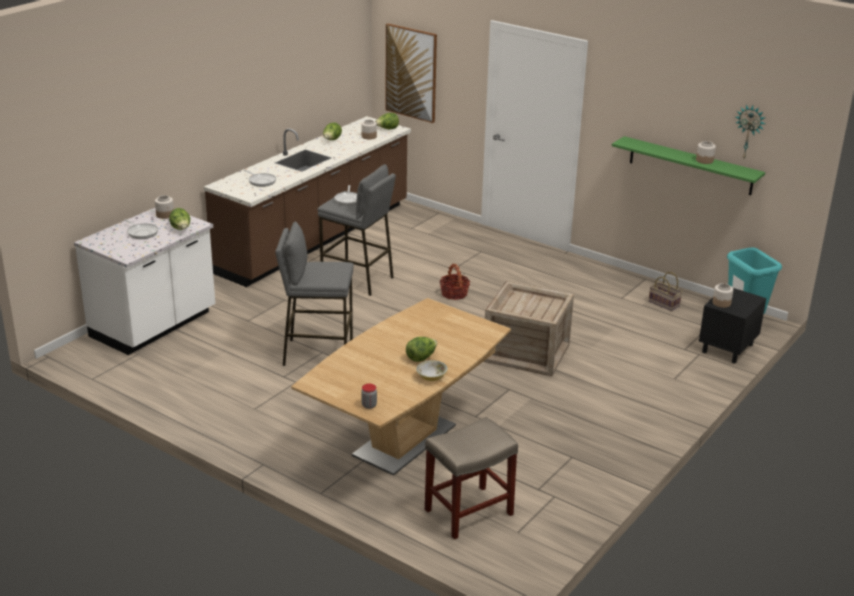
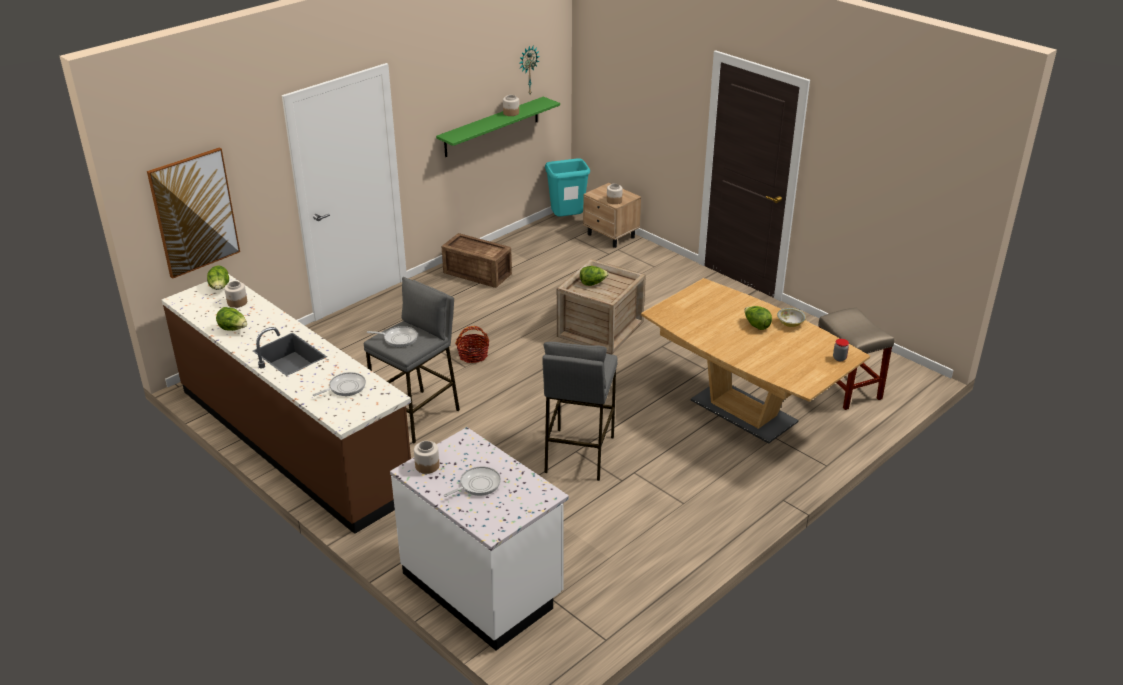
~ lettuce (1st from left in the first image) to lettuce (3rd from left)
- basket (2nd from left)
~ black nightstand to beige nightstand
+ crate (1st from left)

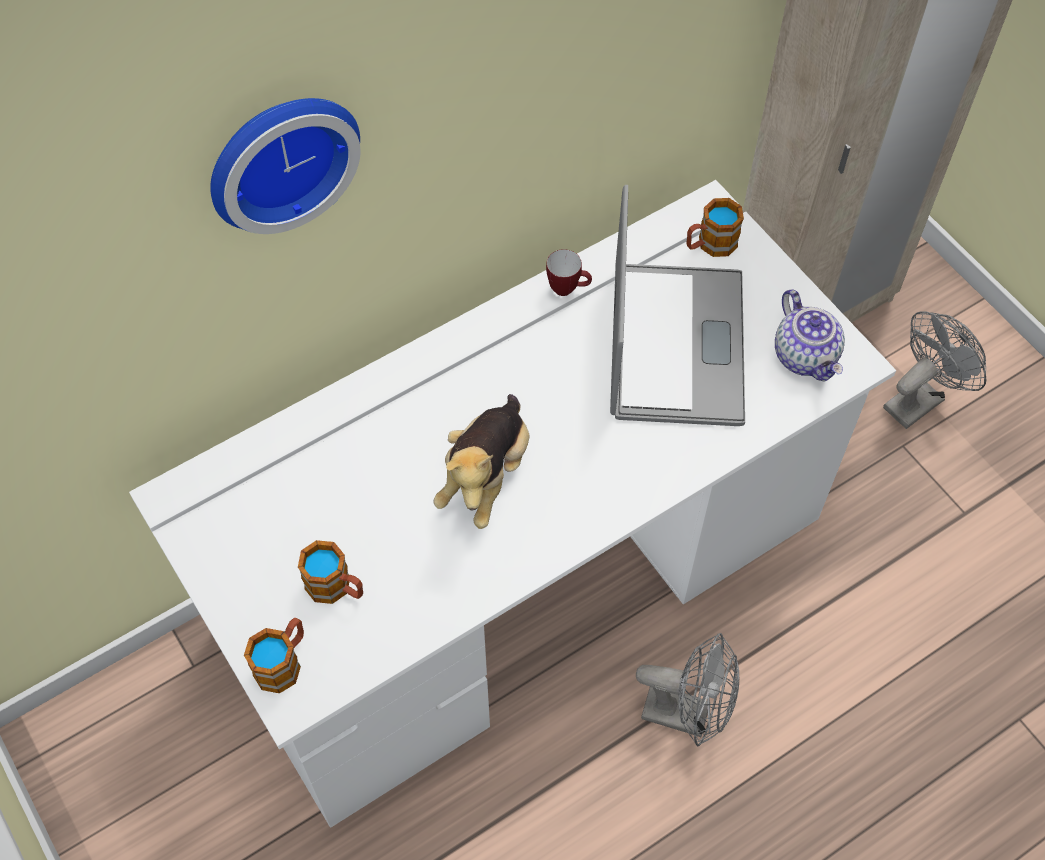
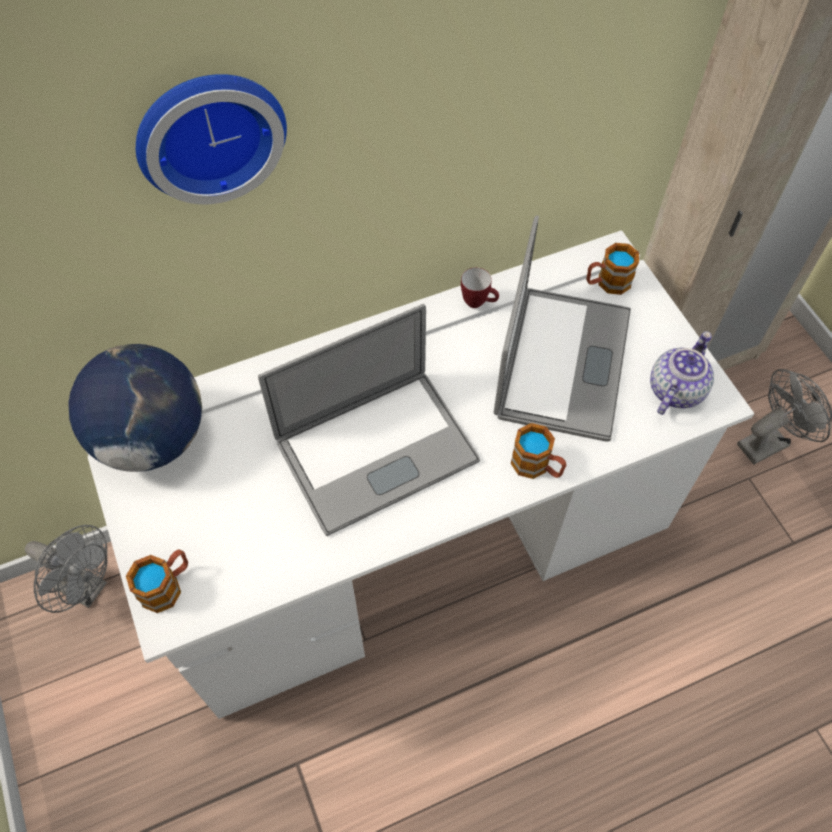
~ teapot 135 degrees counterclockwise
~ plush toy to laptop (1st from left)
~ mug (2nd from left in the first image) to mug (3rd from left)
~ grey fan (1st from left)
+ globe

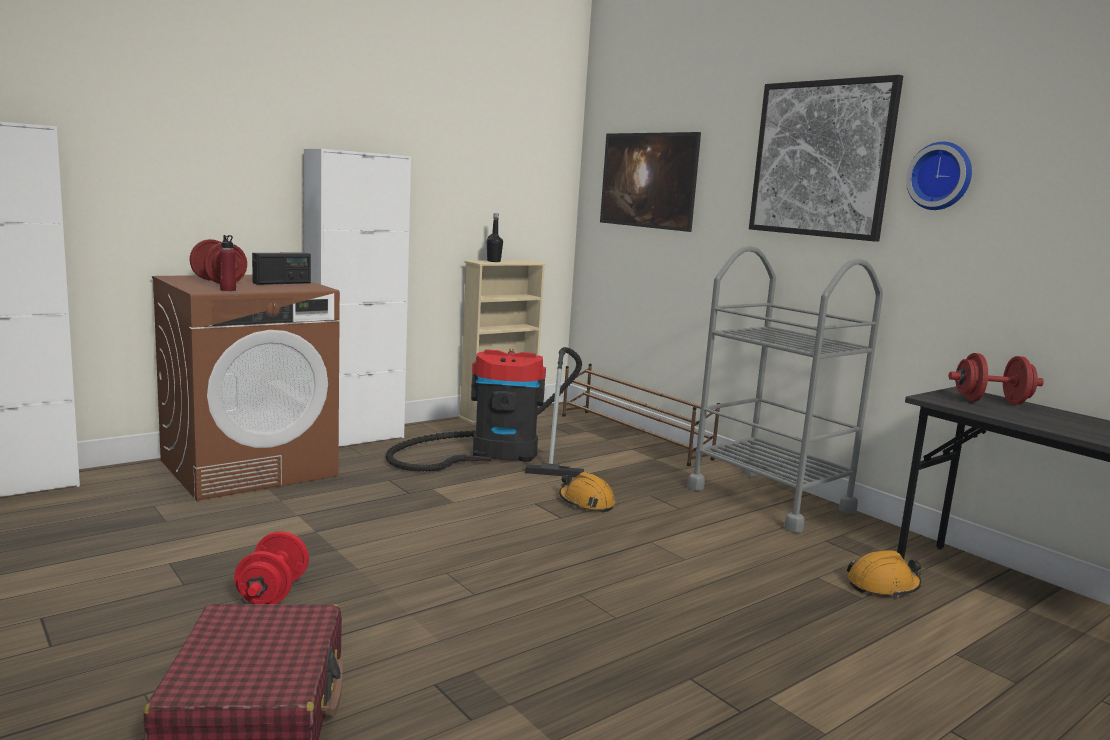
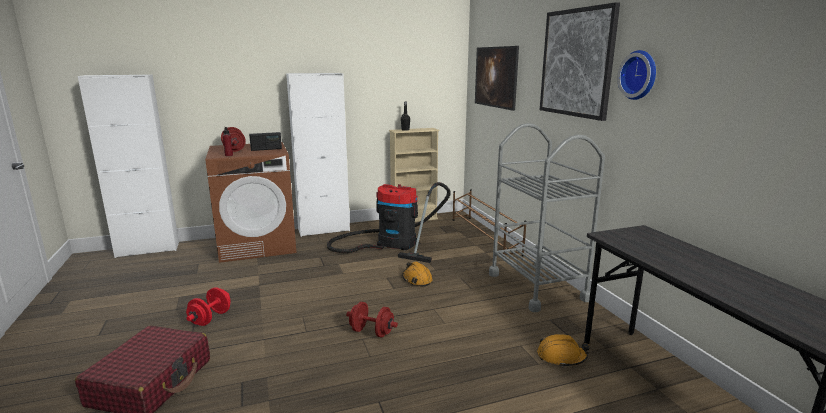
~ red dumbbell (3rd from left)

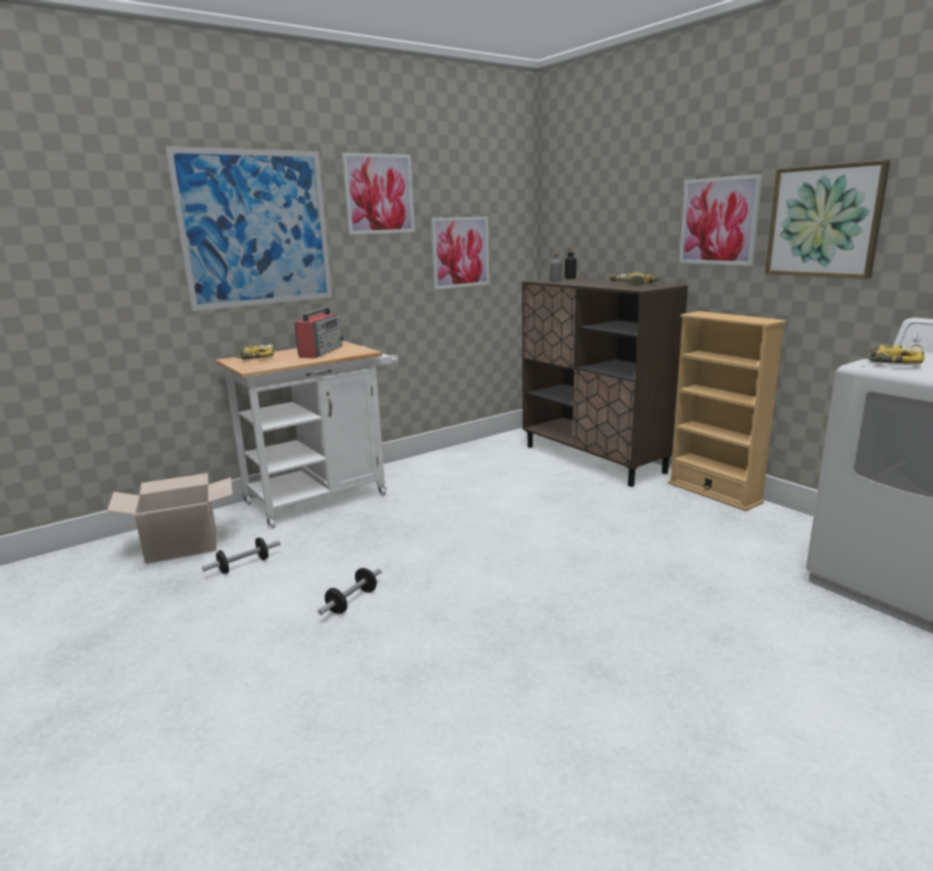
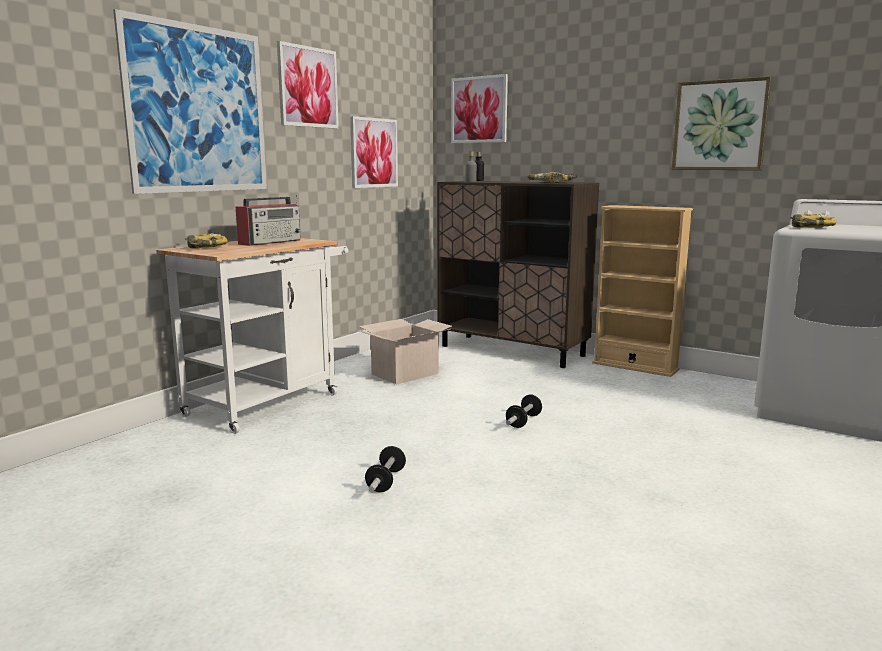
~ picture (4th from left)
~ radio 45 degrees clockwise
~ cardboard box
~ dumbbell (1st from left in the first image) to dumbbell (2nd from left)

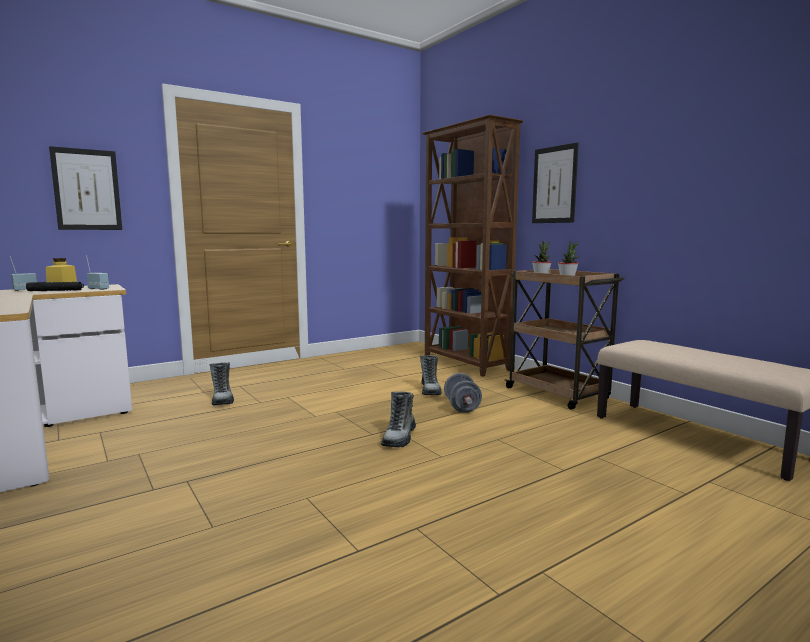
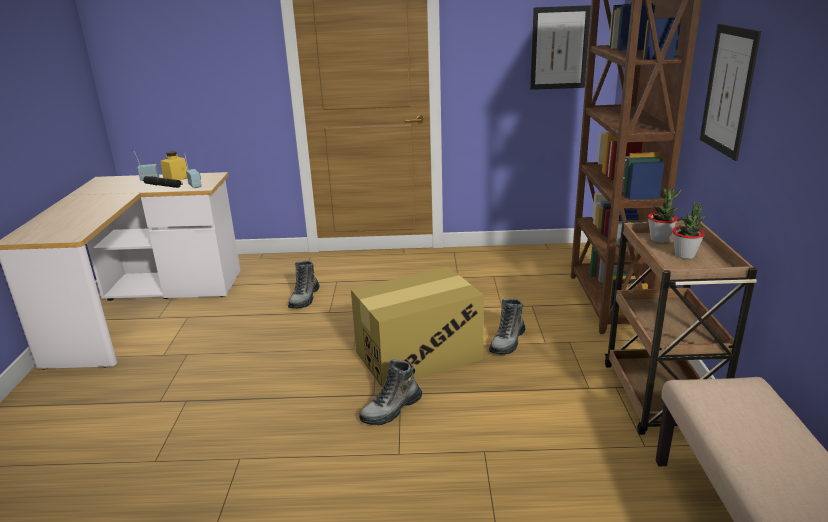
~ picture (1st from left)
- grey dumbbell
+ cardboard box

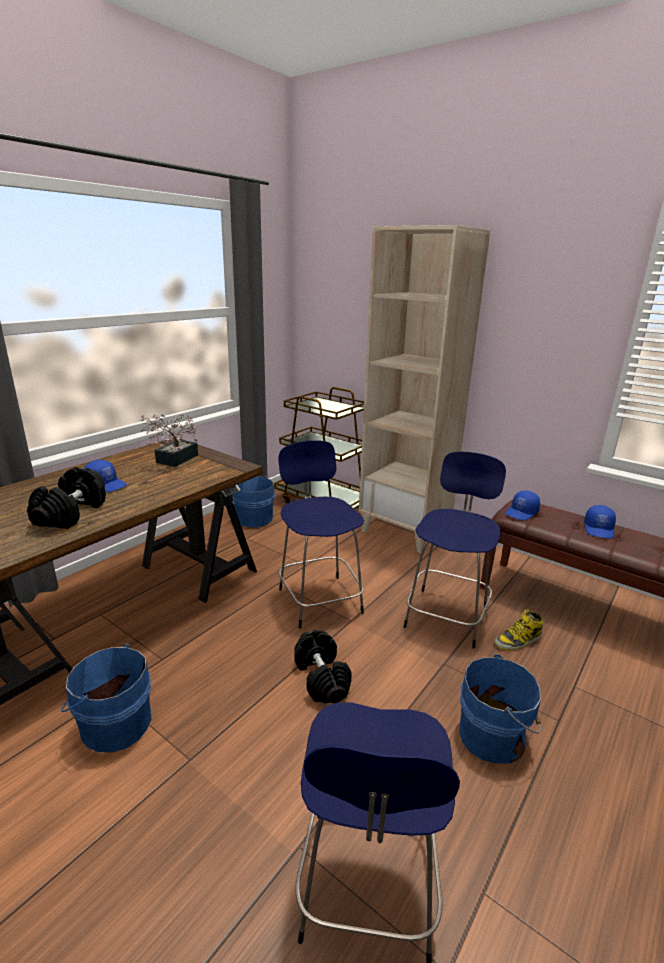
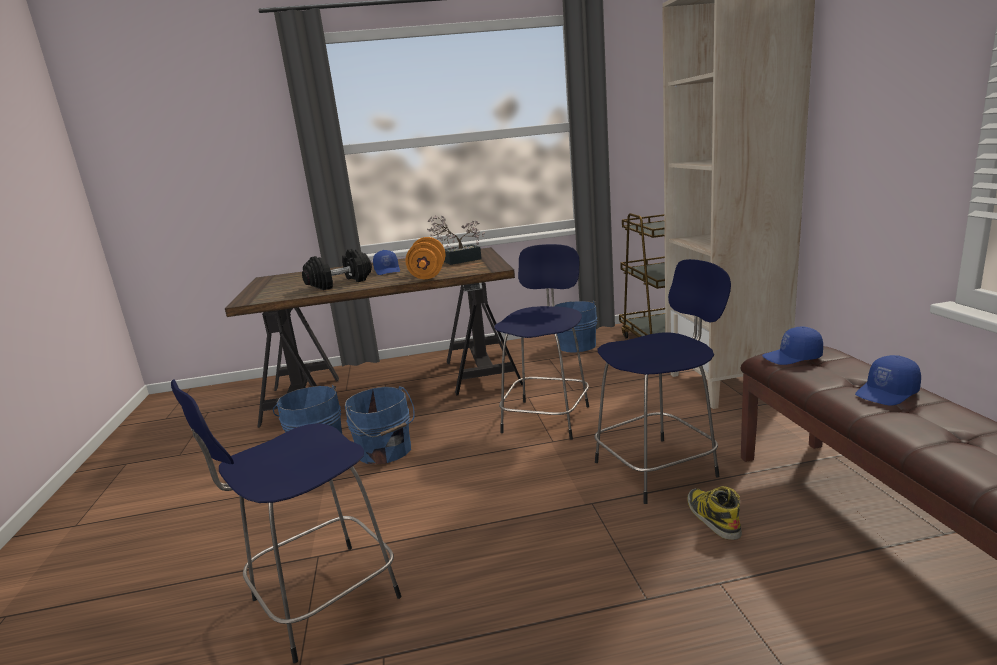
~ boot 60 degrees clockwise
- black dumbbell (2nd from left)
~ blue bucket (3rd from left in the first image) to blue bucket (2nd from left)
+ orange dumbbell

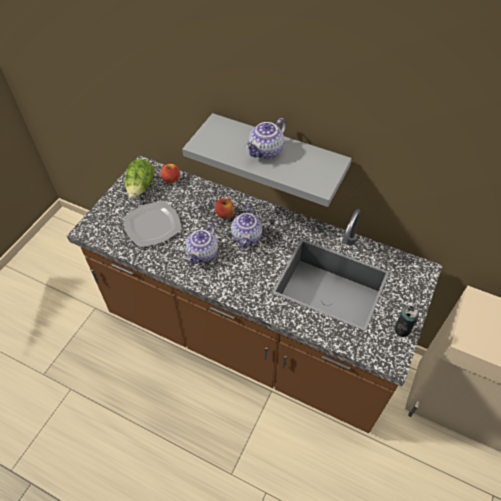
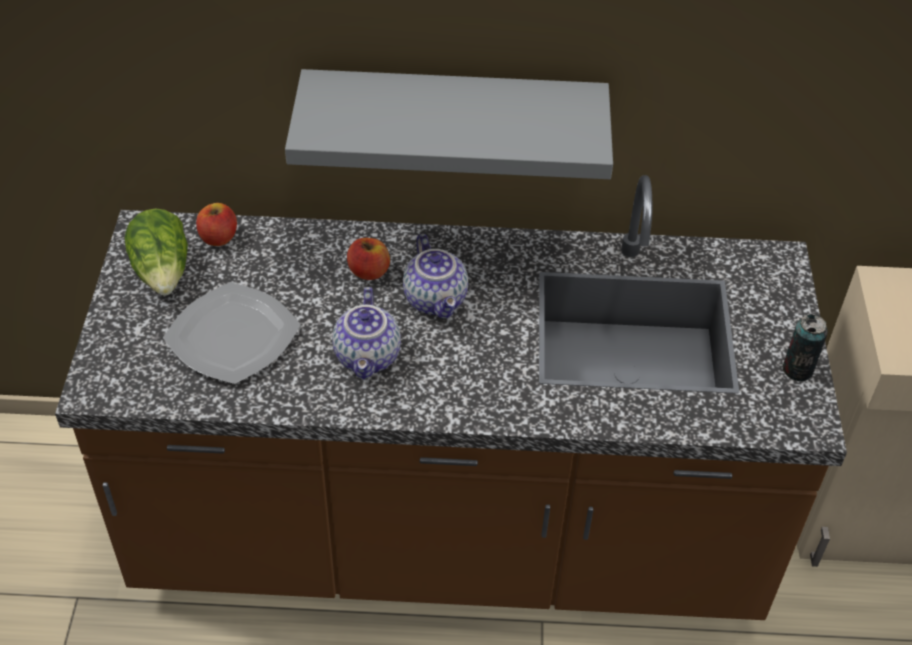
- teapot (3rd from left)

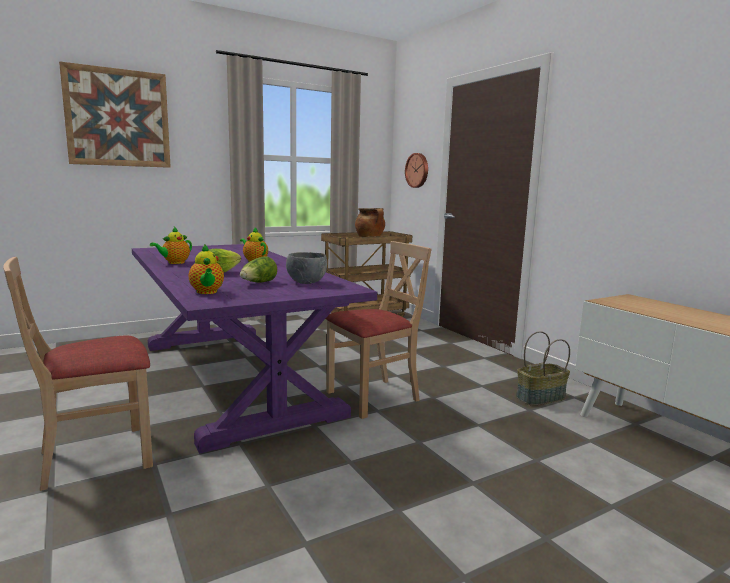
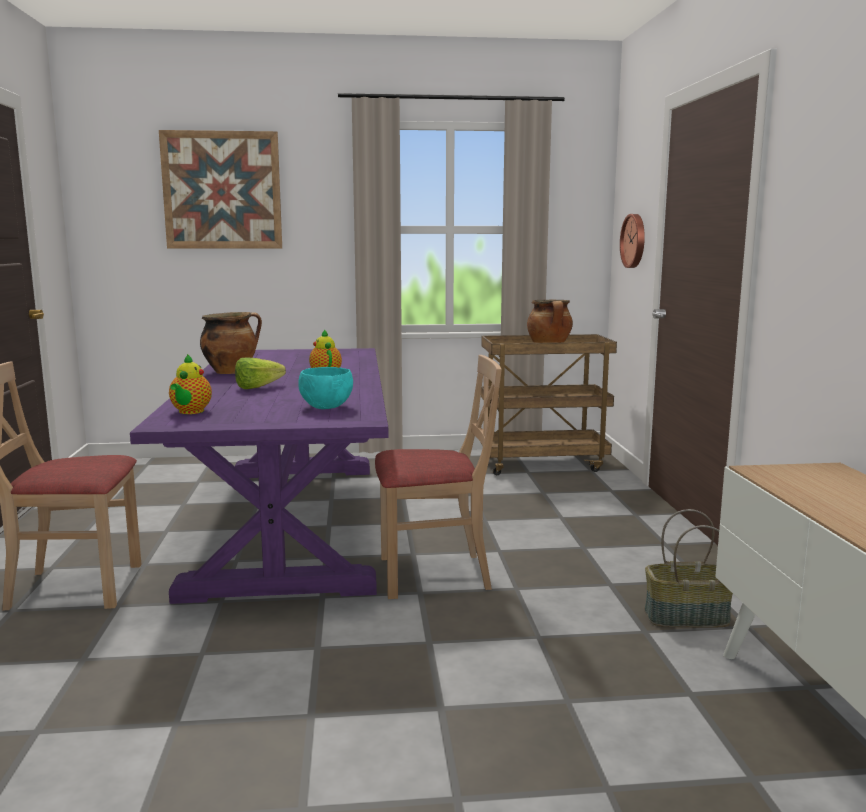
~ teapot (1st from left) to cooking pot (1st from left)
~ grey bowl to turquoise bowl
- lettuce (2nd from left)

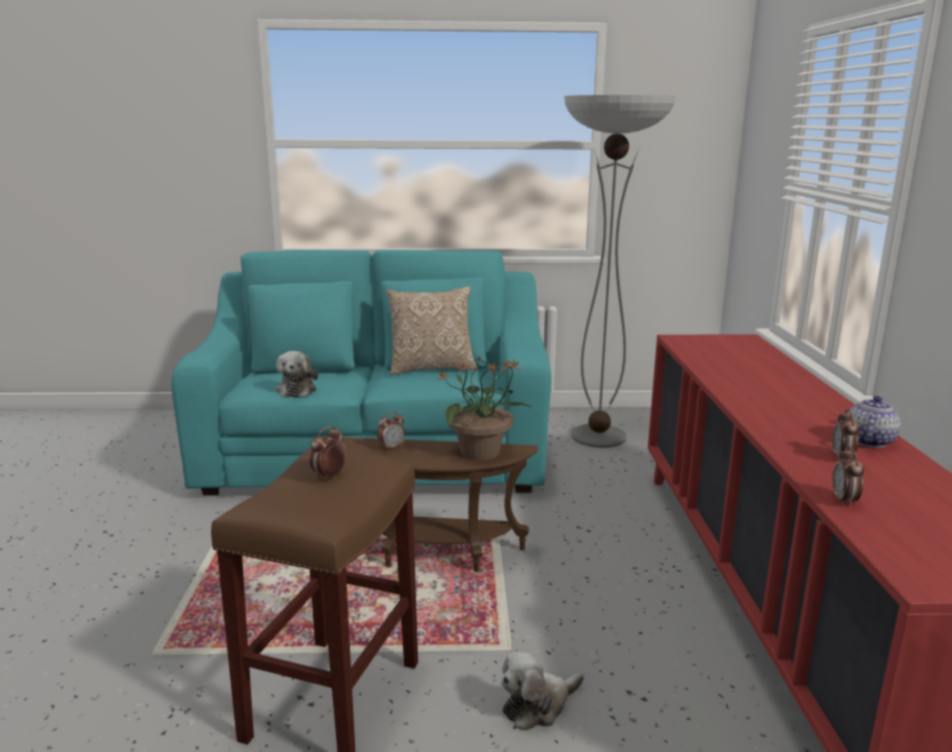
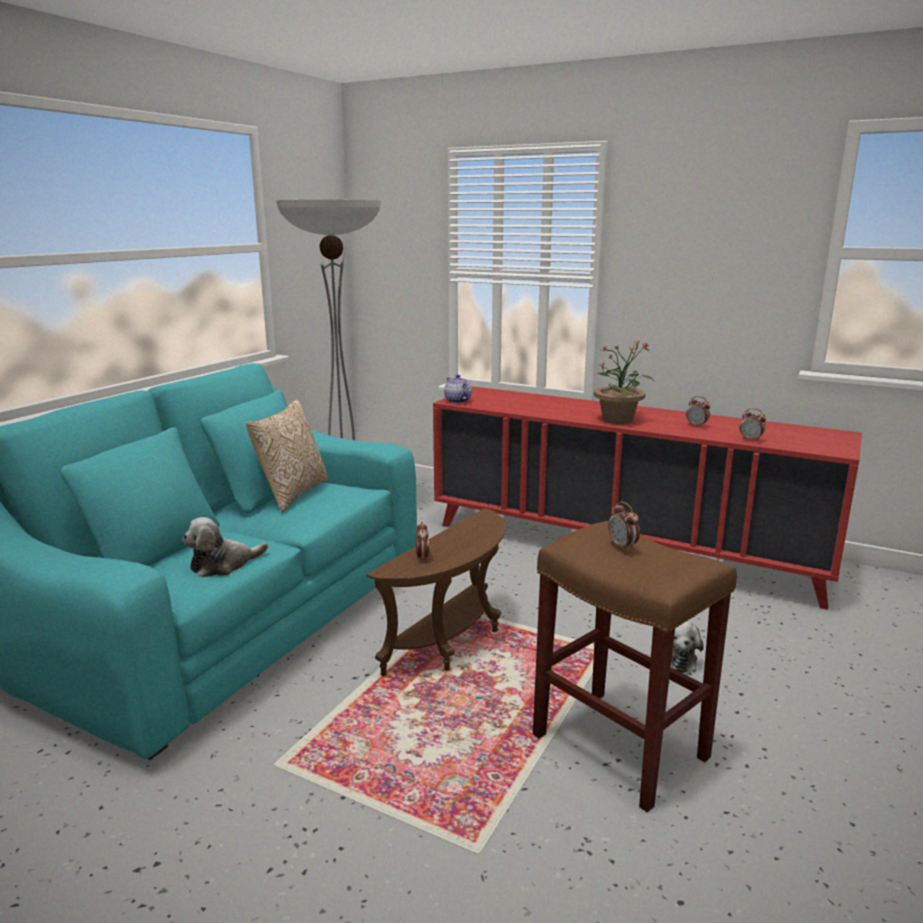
~ plush toy (1st from left) 120 degrees clockwise
~ potted plant
~ teapot

